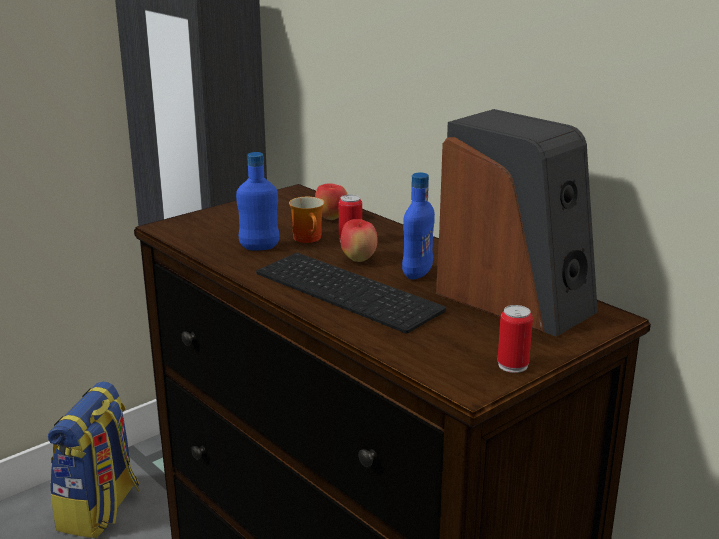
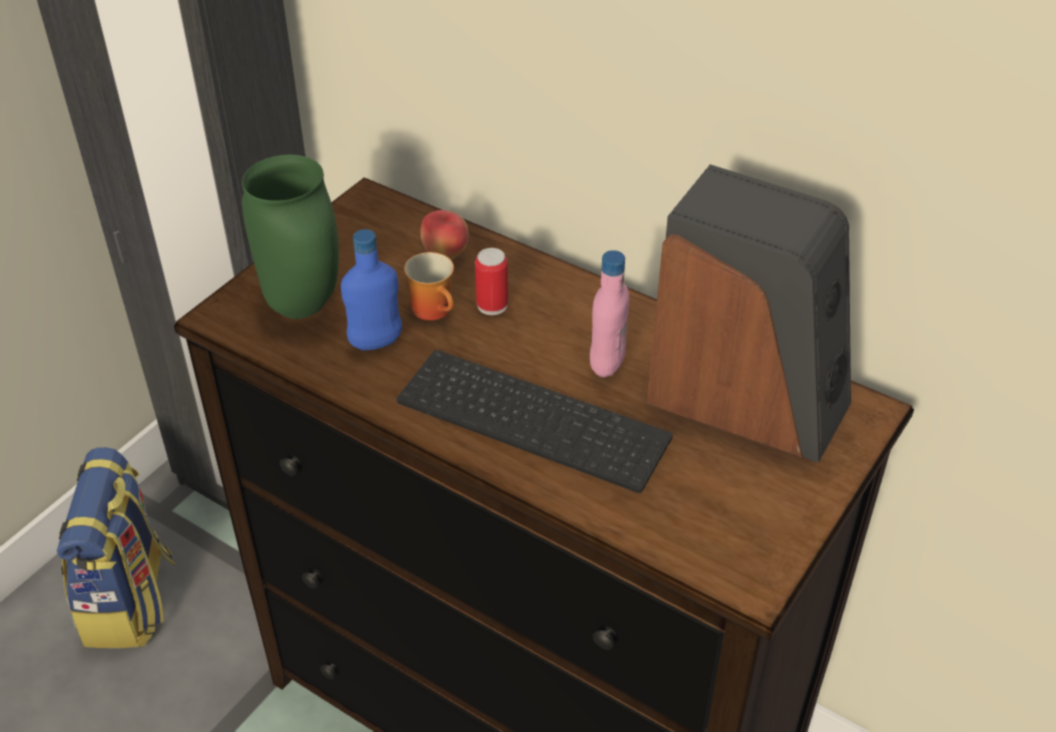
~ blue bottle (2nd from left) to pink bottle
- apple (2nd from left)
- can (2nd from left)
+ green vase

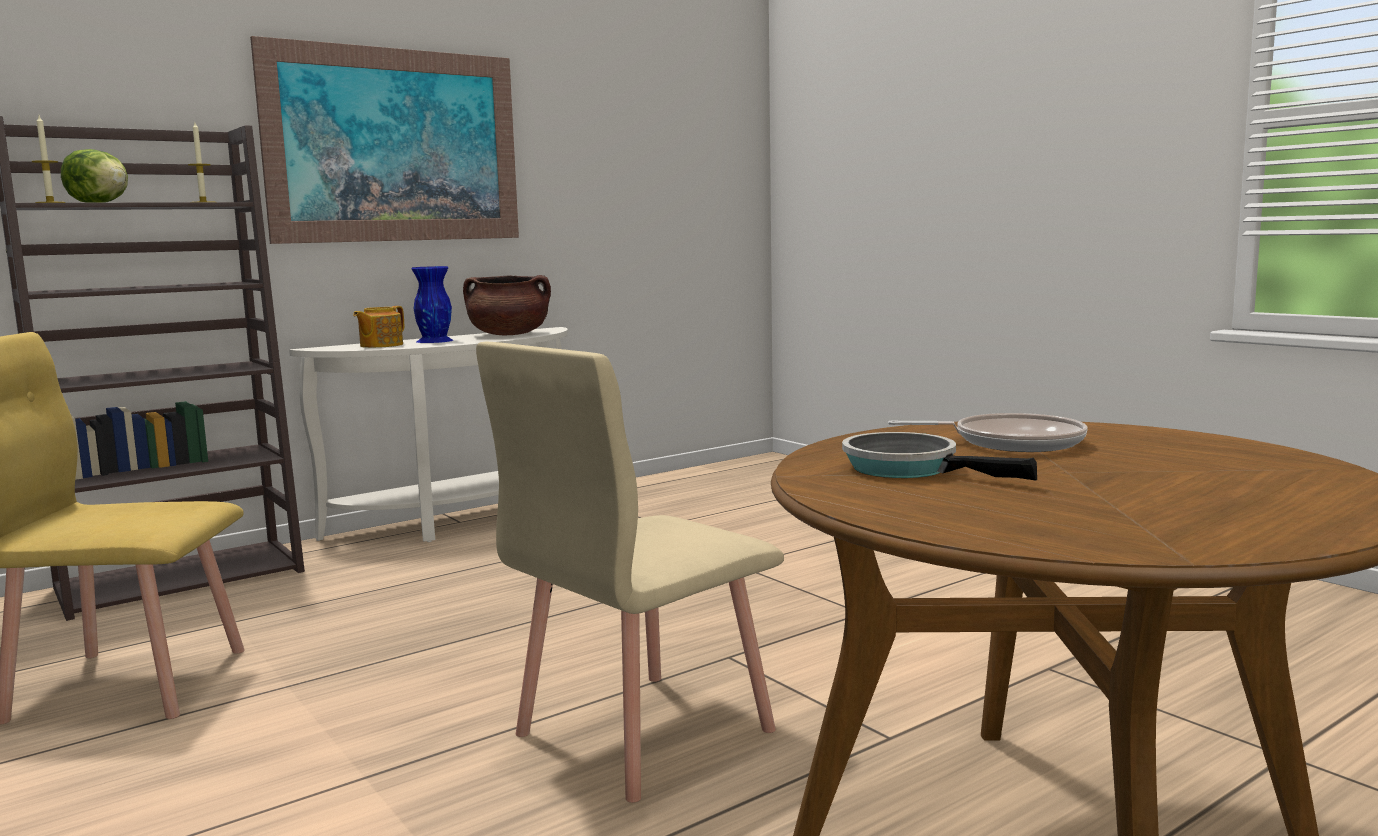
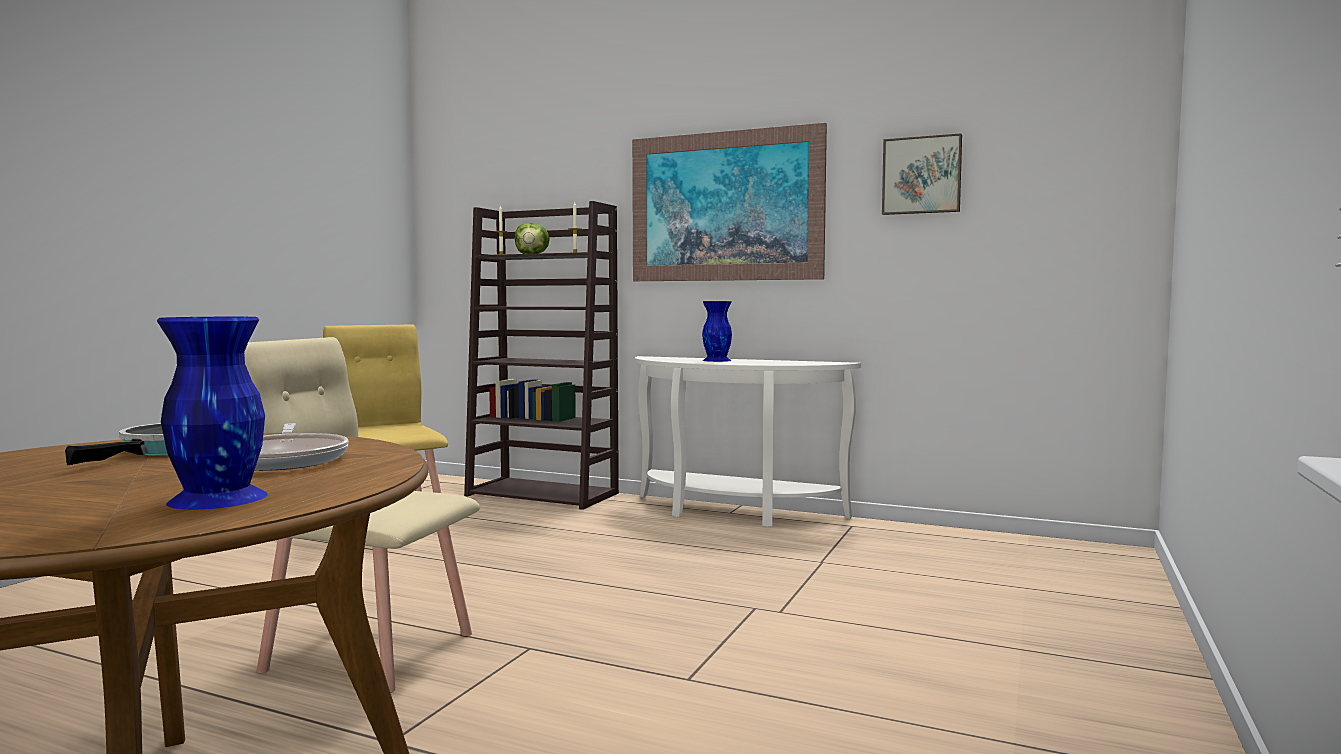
- brown cooking pot
- teapot
+ picture (2nd from left)
+ blue vase (1st from left)

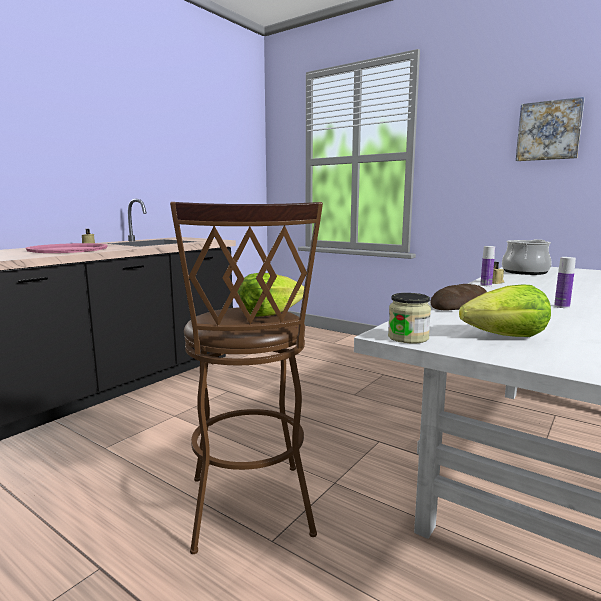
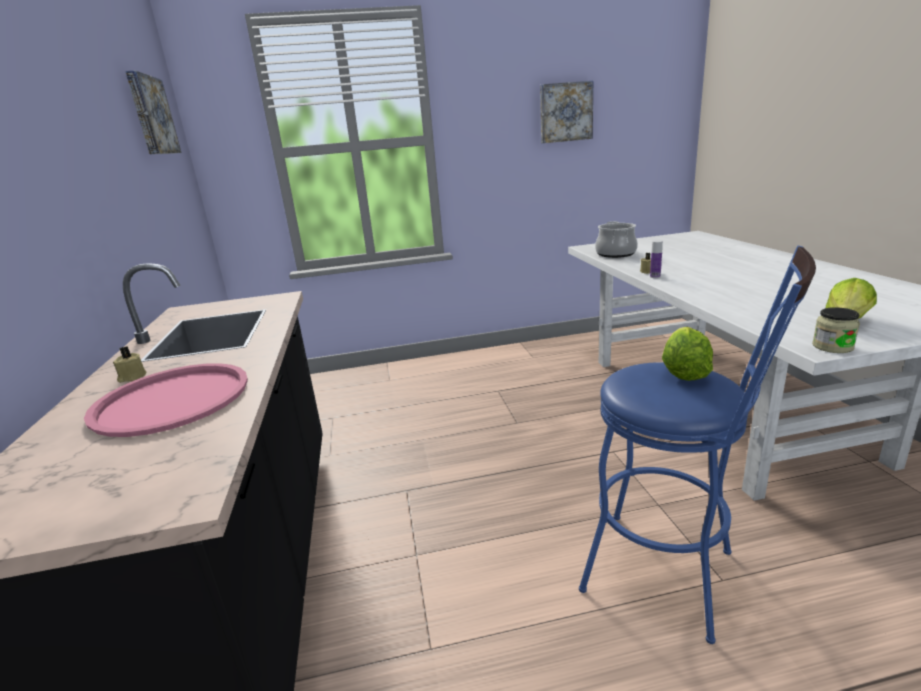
~ brown stool to blue stool
- bottle (2nd from left)
- bread
+ picture (1st from left)

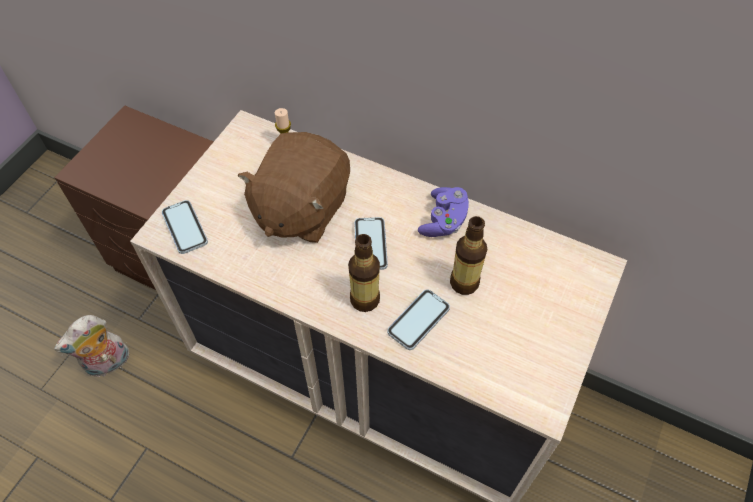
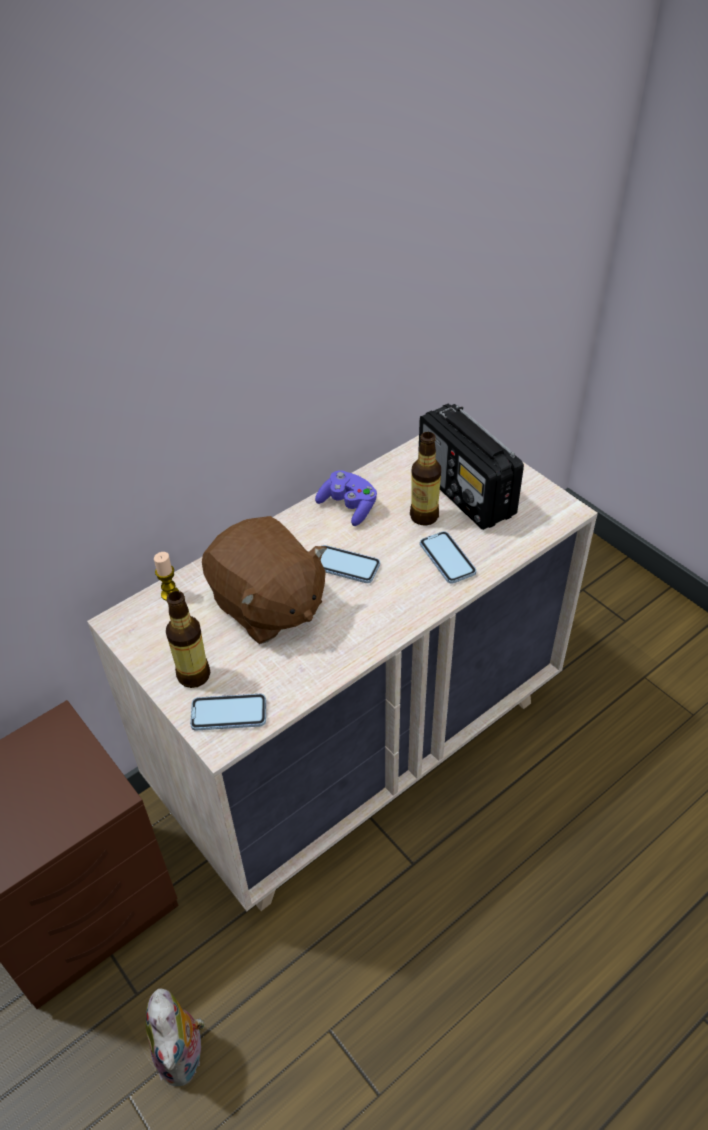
~ bottle (1st from left)
+ radio

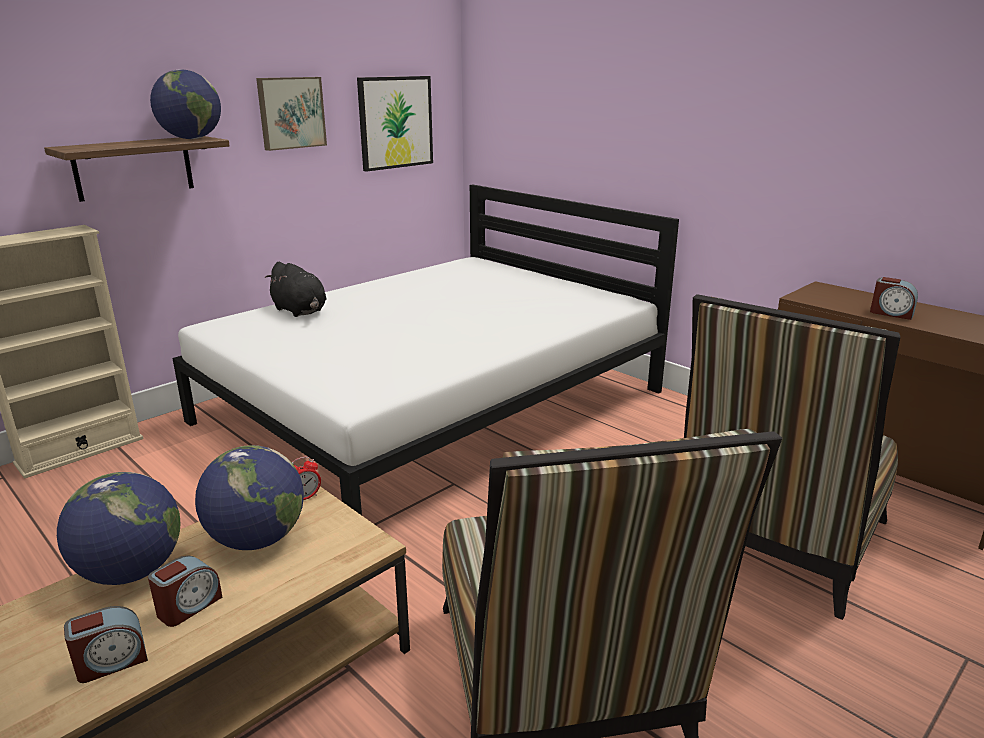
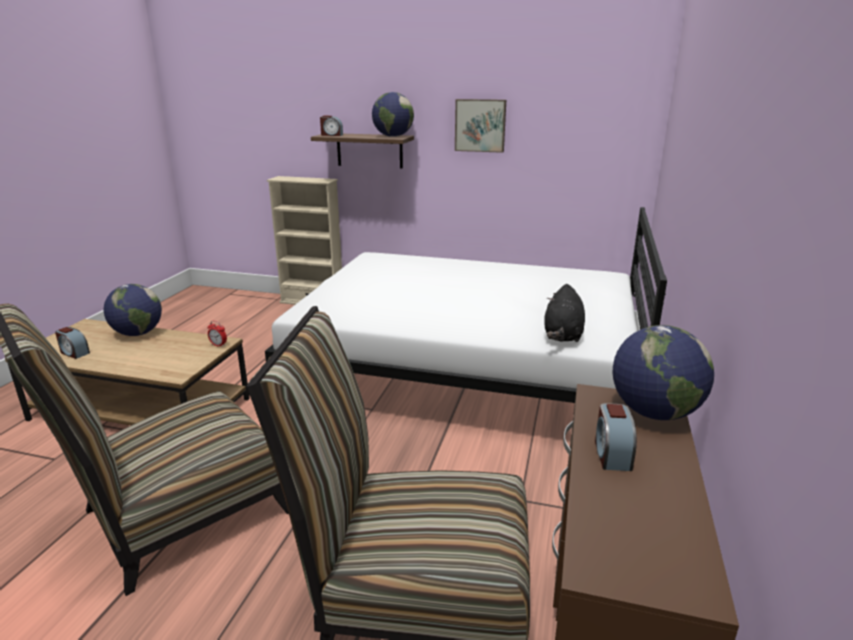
- picture (2nd from left)
~ black plush toy
~ globe (3rd from left)
~ alarm clock (2nd from left in the first image) to alarm clock (3rd from left)

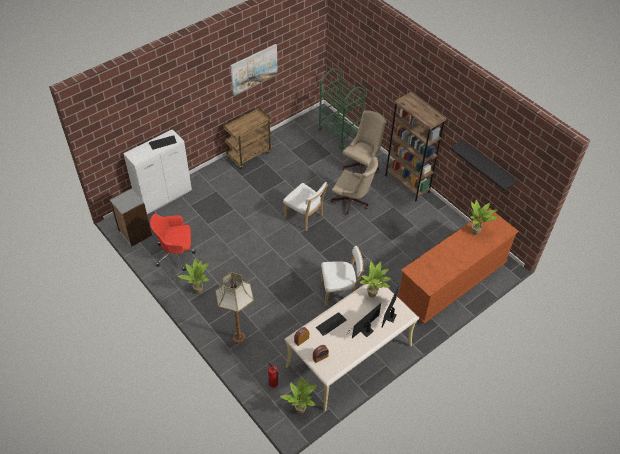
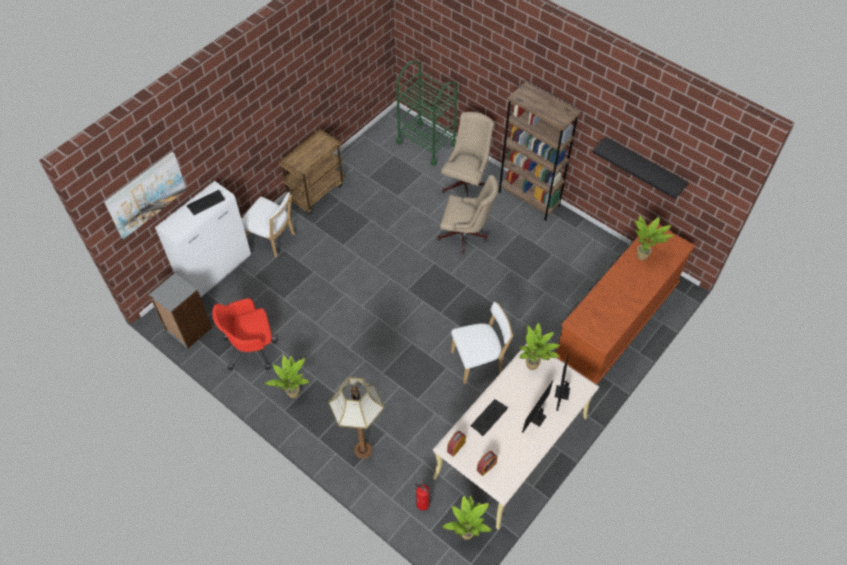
~ picture
~ white chair (1st from left)

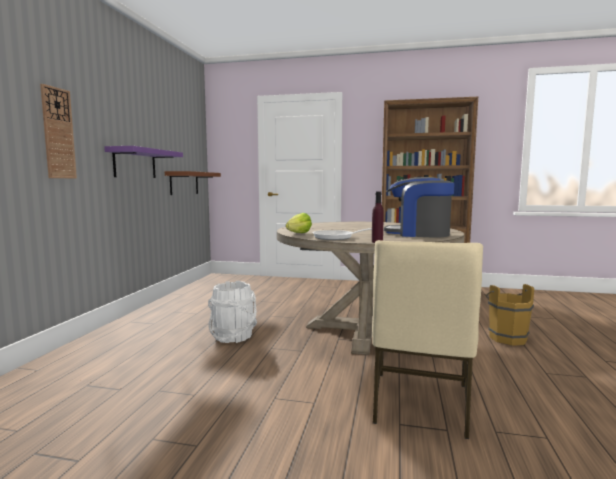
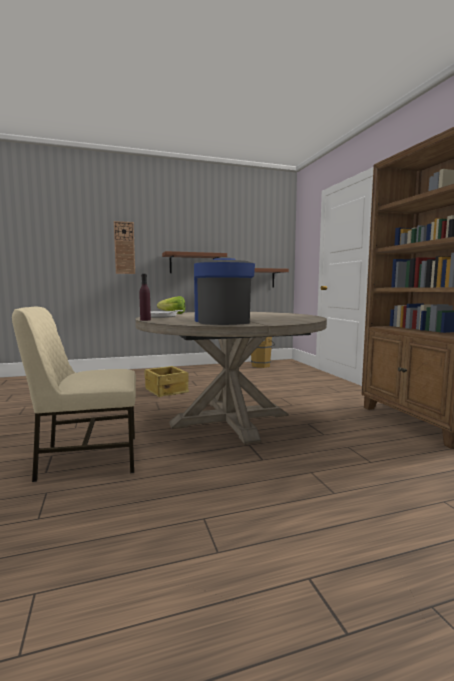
~ purple shelf to brown shelf (1st from left)
~ white bucket to crate
~ brown bucket

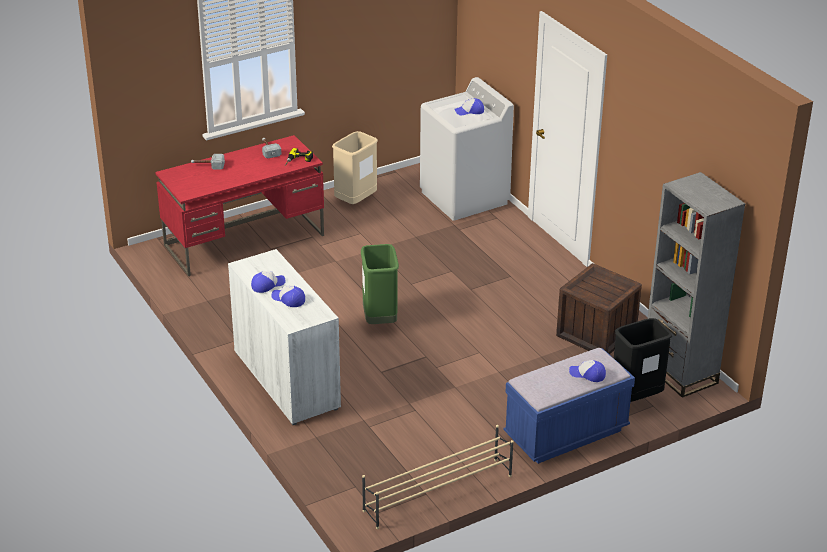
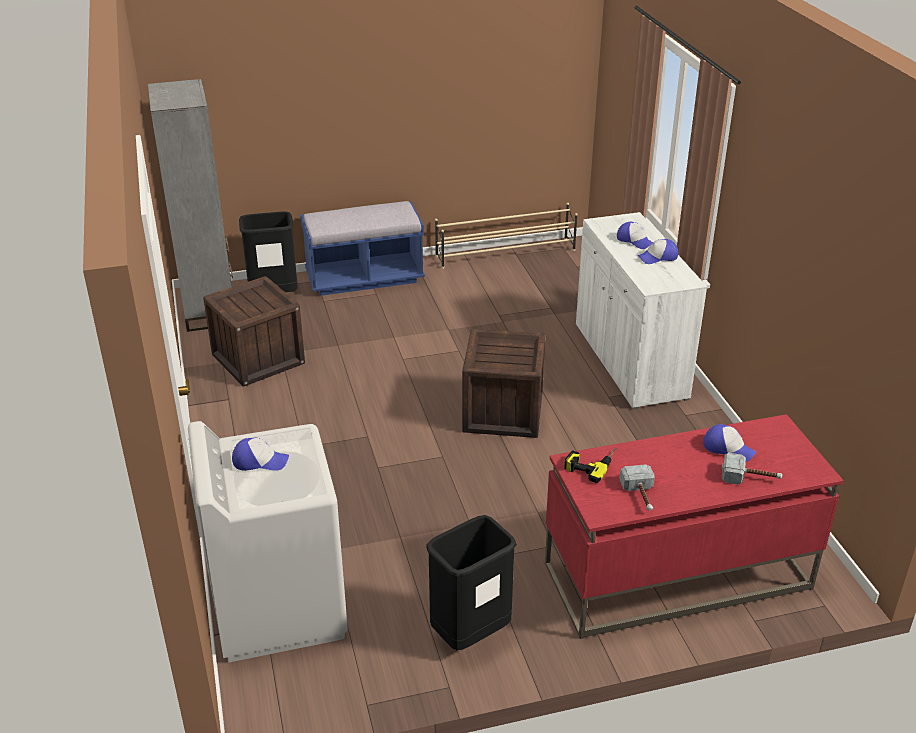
~ beige trash can to black trash can (2nd from left)
~ green trash can to crate (2nd from left)
~ cap (4th from left)

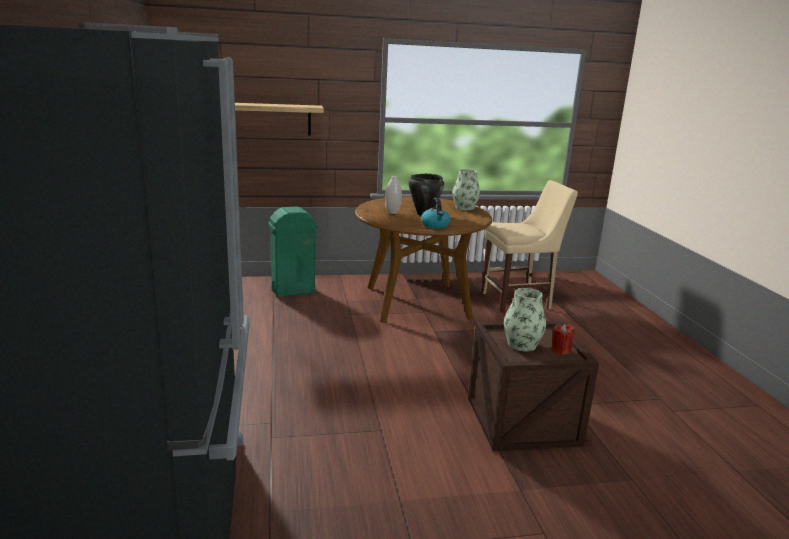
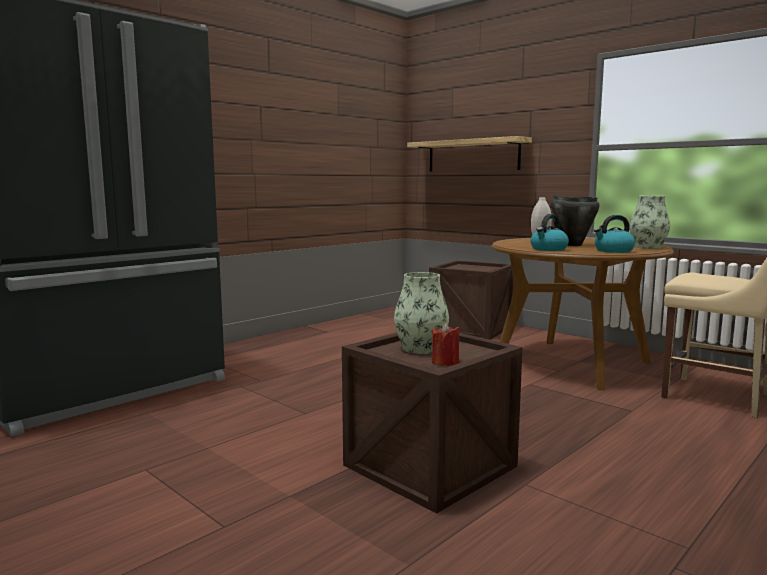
~ green trash can to crate (2nd from left)
+ kettle (2nd from left)

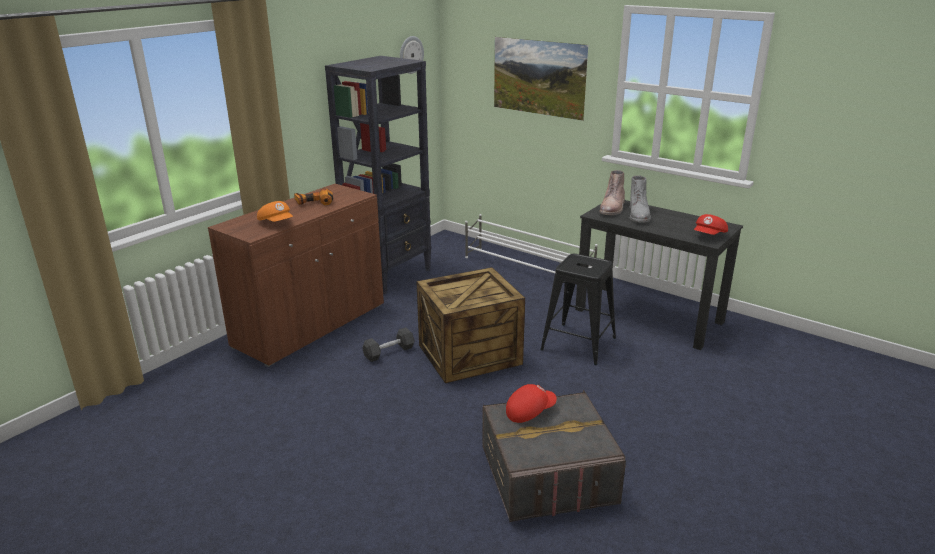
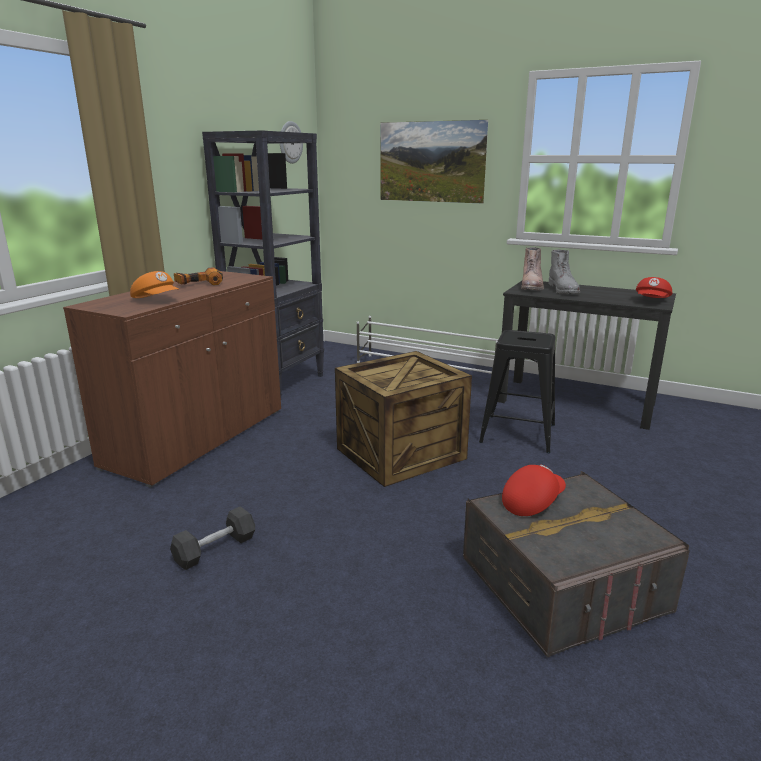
~ black dumbbell

